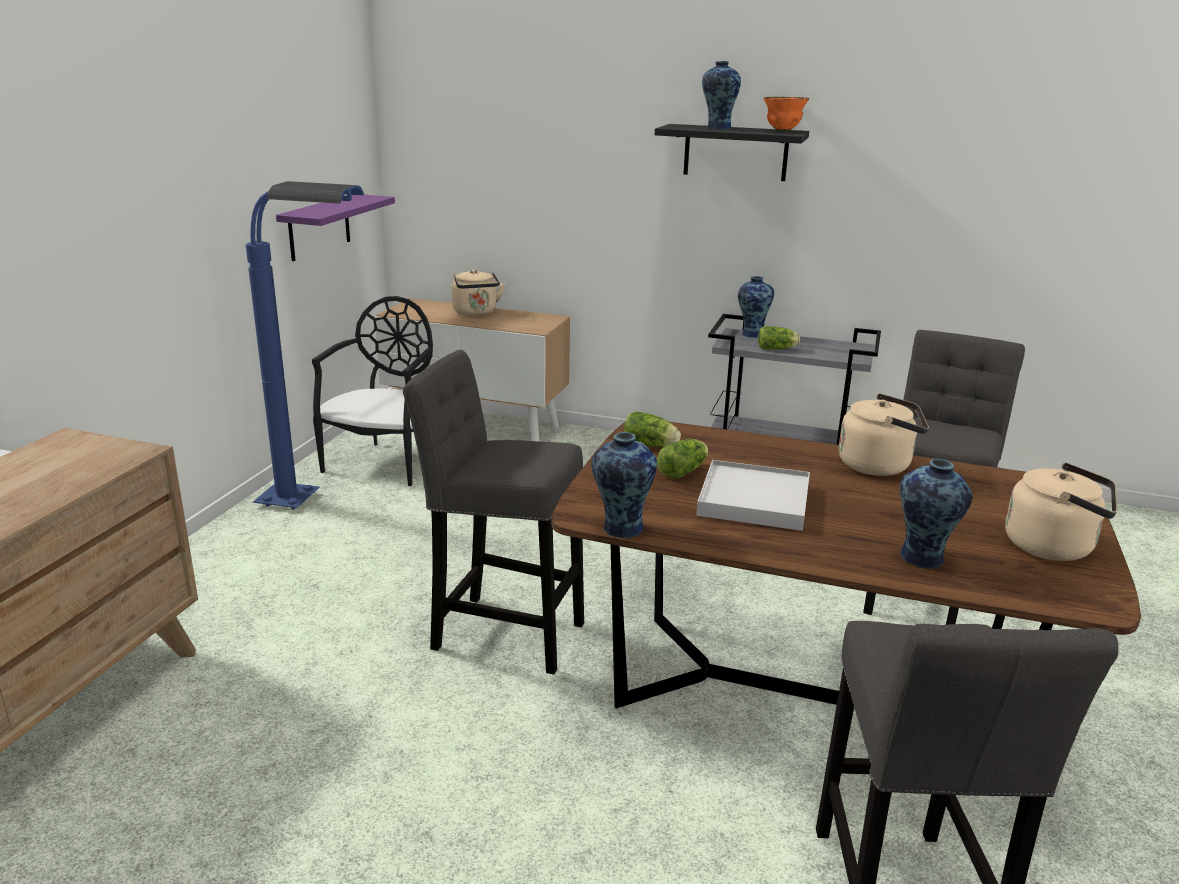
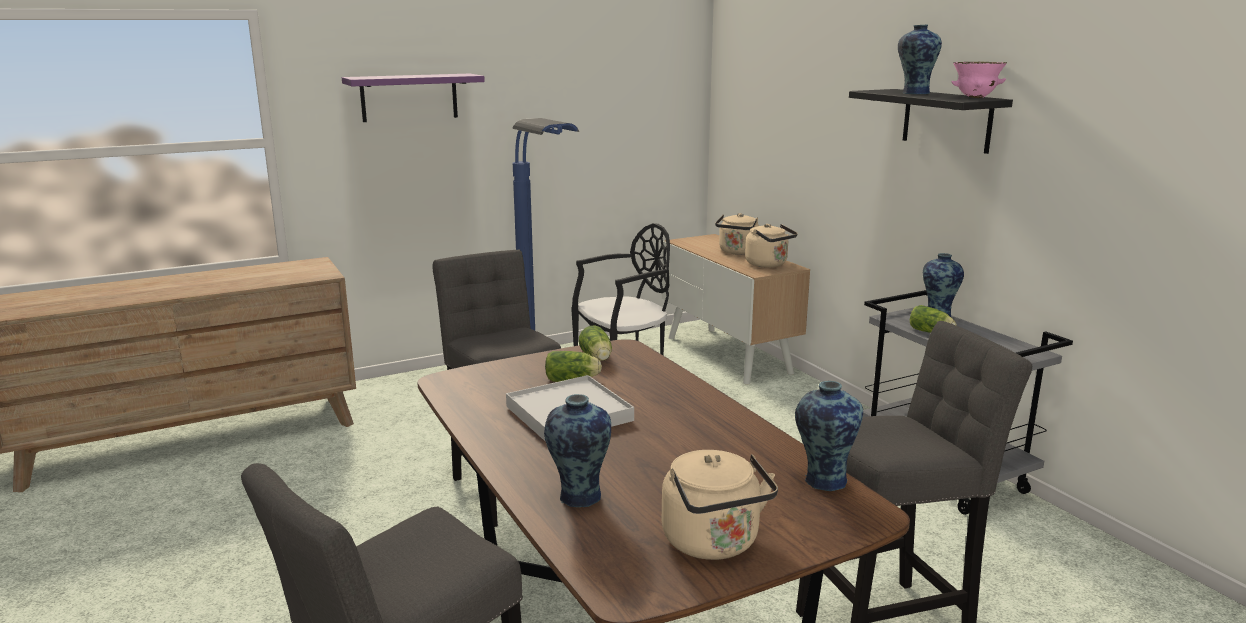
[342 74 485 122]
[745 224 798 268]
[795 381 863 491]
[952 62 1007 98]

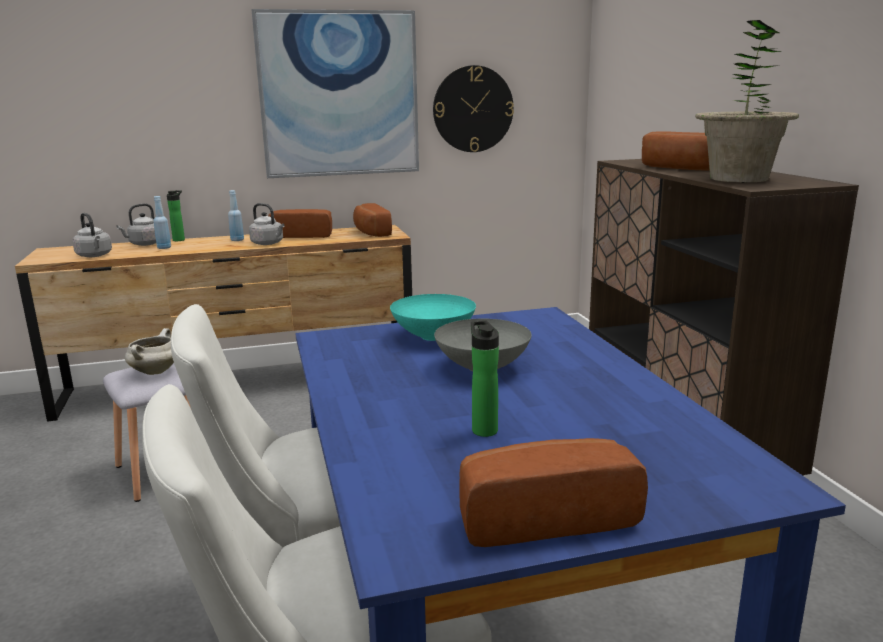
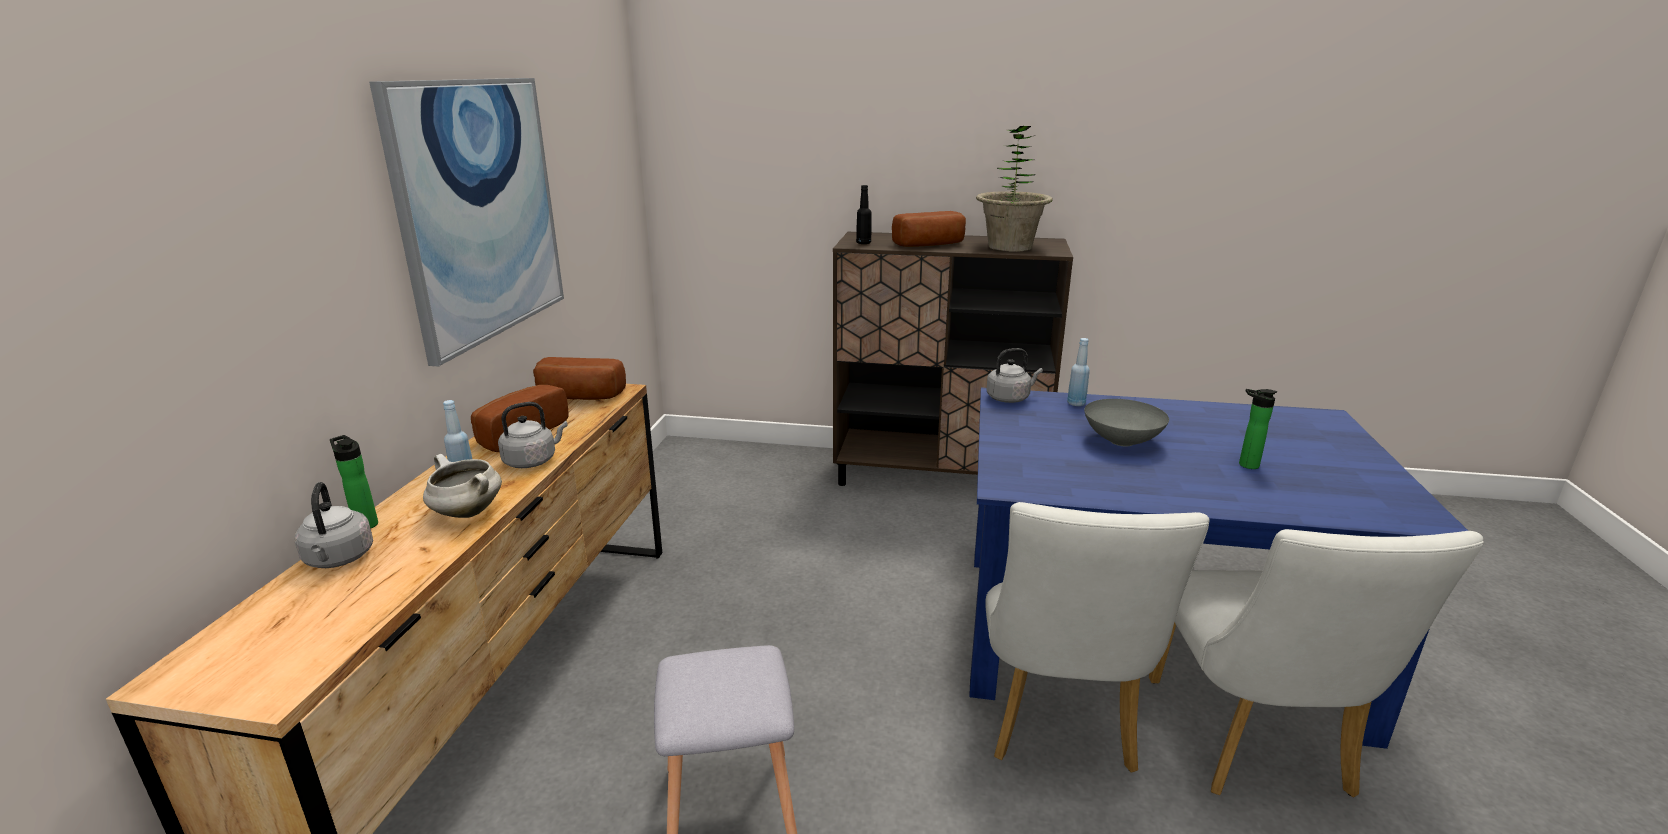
[423 454 502 518]
[856 185 872 244]
[987 348 1043 403]
[1067 338 1090 406]
[390 294 476 341] (first image)
[433 65 514 152] (first image)
[459 438 648 547] (first image)

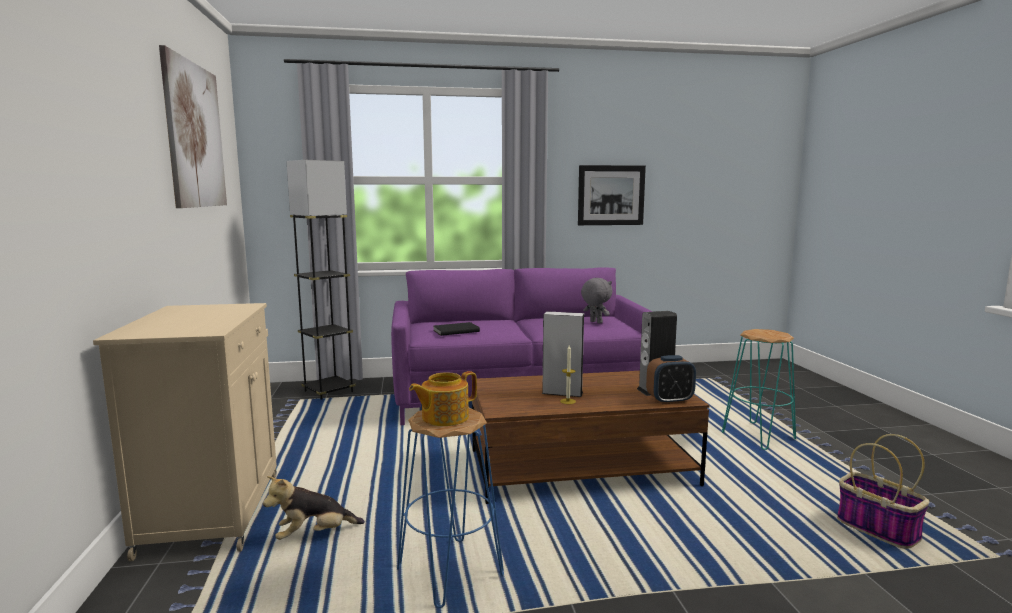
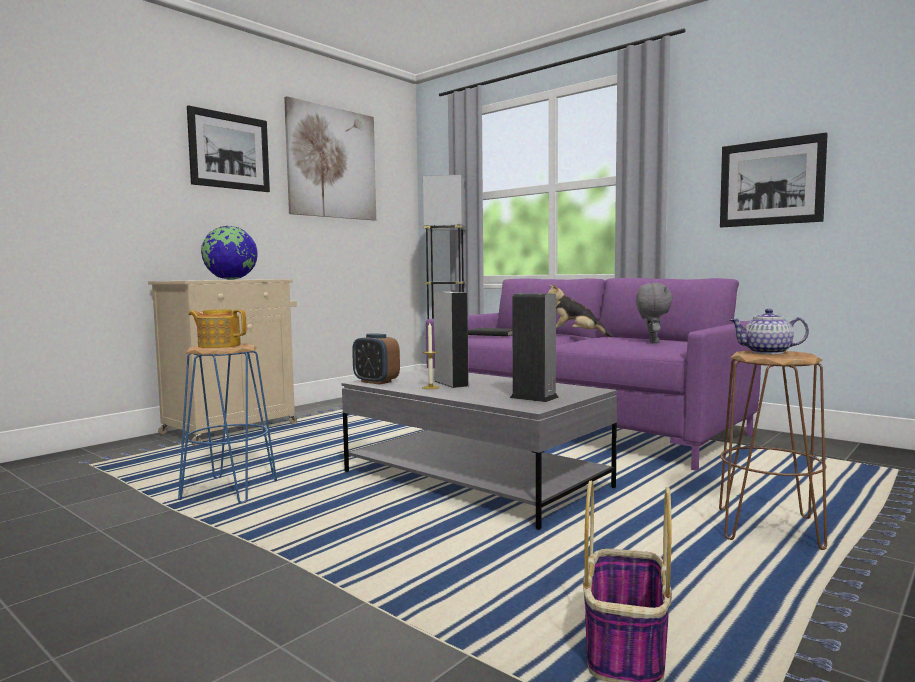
[187 105 270 192]
[201 226 258 280]
[342 368 617 530]
[352 333 400 385]
[548 284 613 337]
[719 350 827 550]
[730 309 809 354]

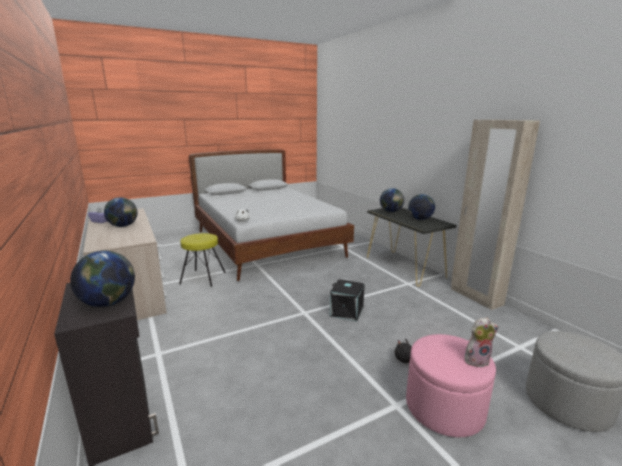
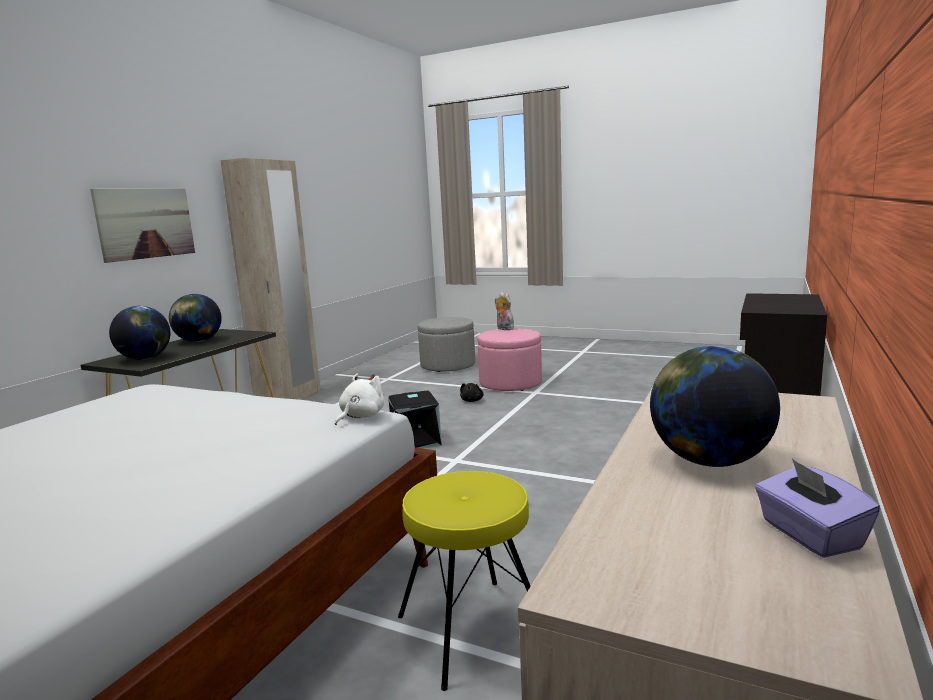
[90 188 195 263]
[70 251 135 307] (first image)

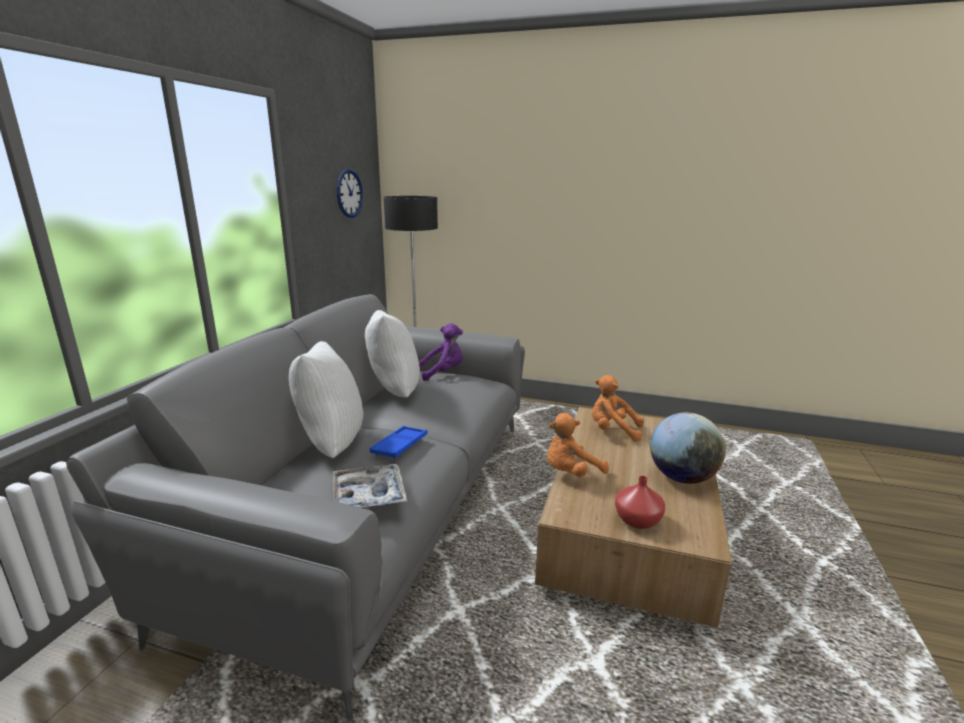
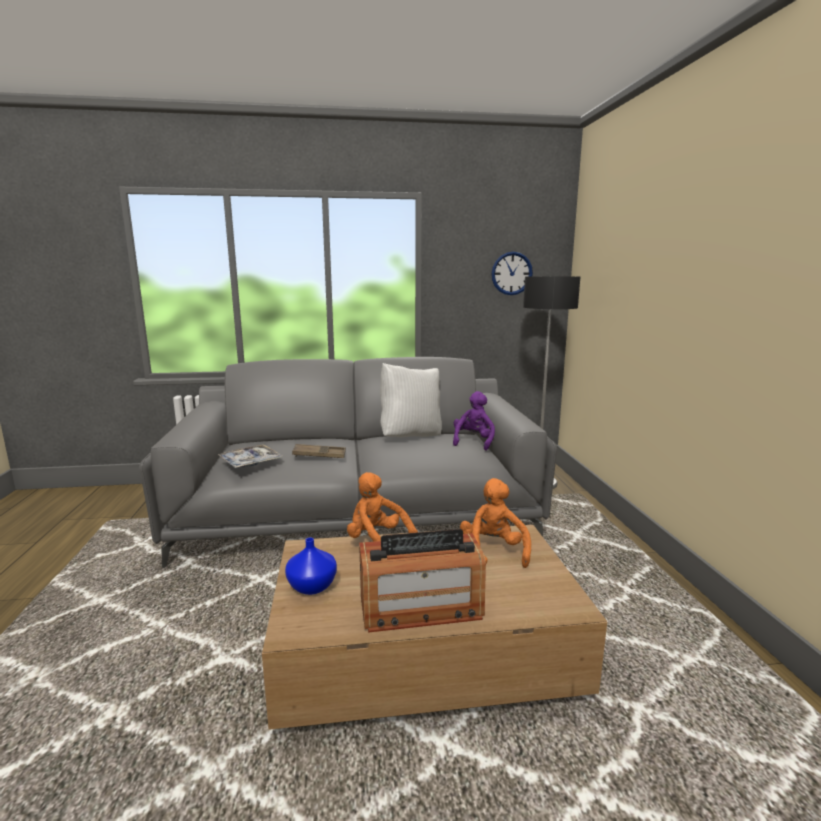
[285 538 337 595]
[292 444 346 458]
[359 529 486 633]
[453 391 495 450]
[289 341 363 458] (first image)

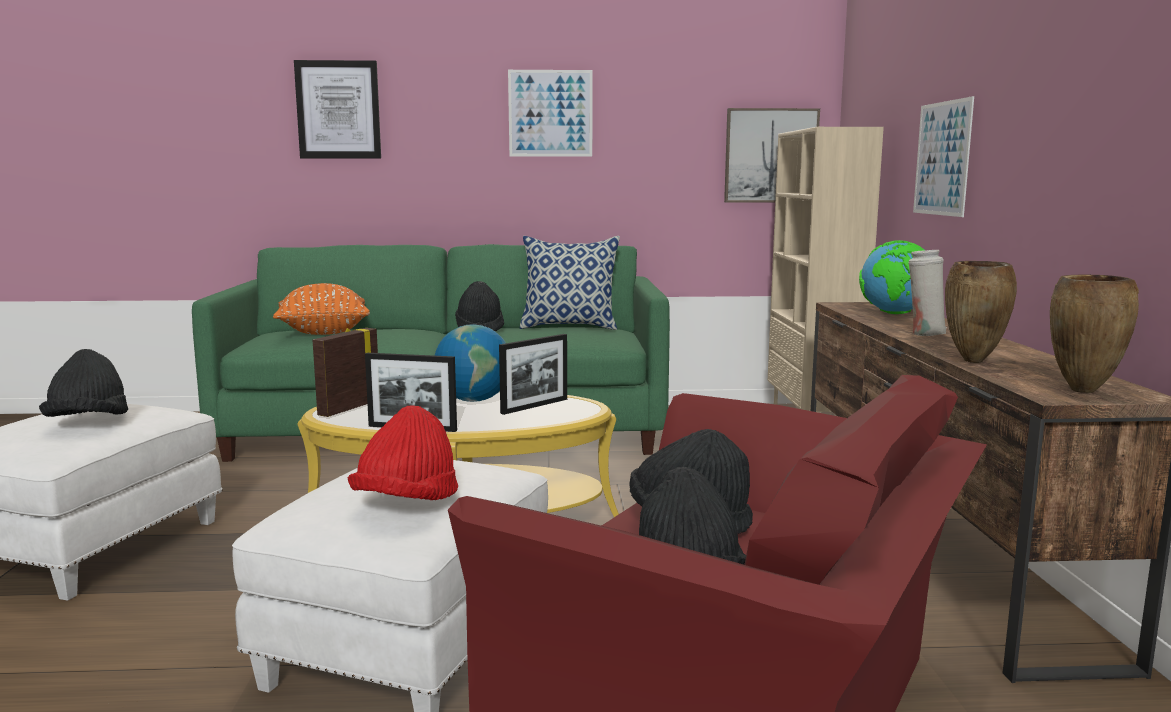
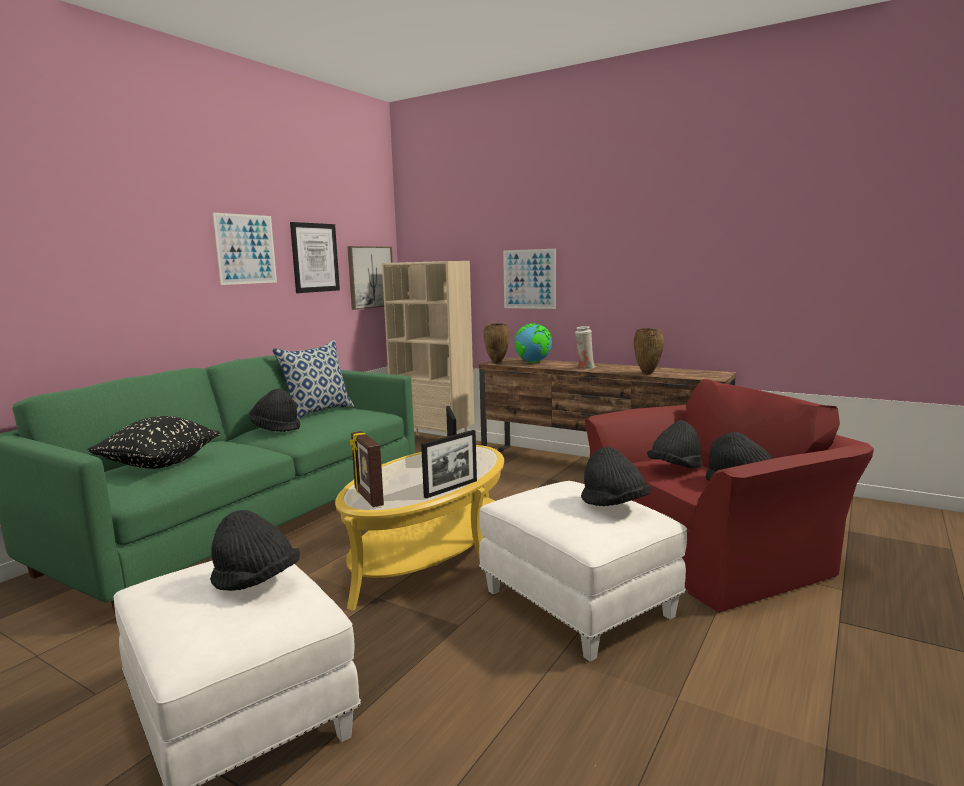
[87 416 220 469]
[290 222 340 293]
[484 323 509 364]
[581 447 651 506]
[435 324 506 402] (first image)

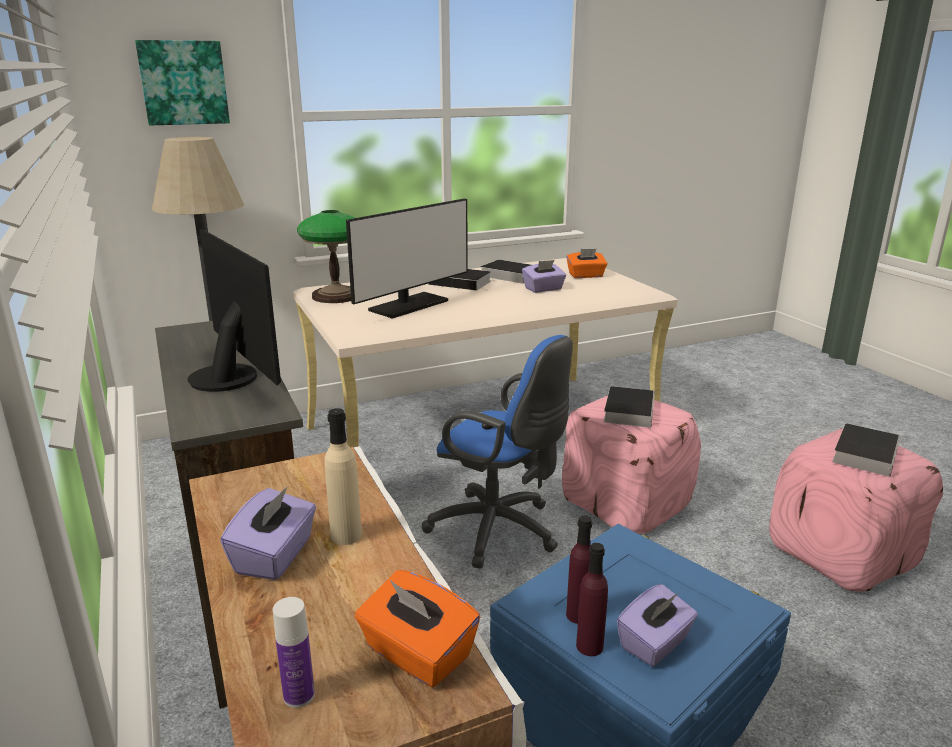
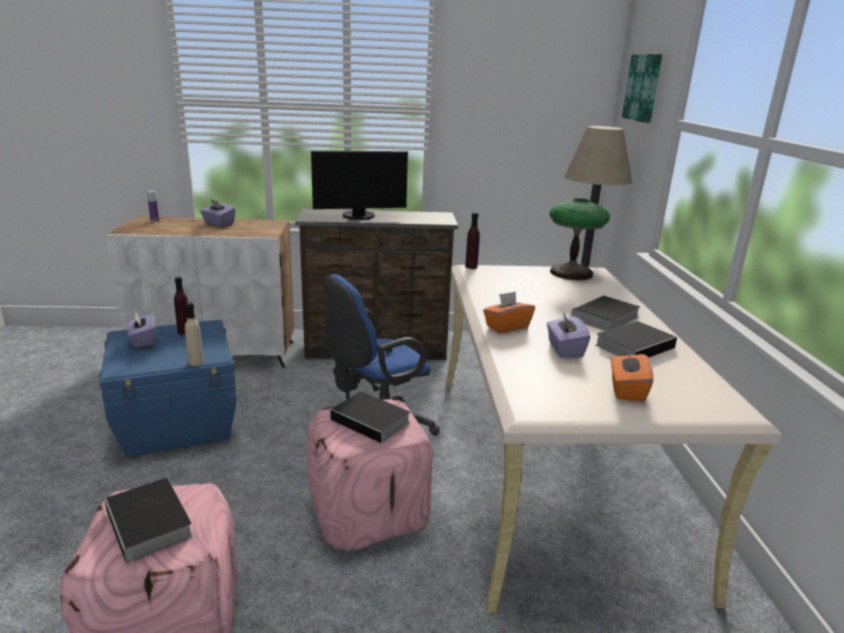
[185 303 204 366]
[465 212 480 269]
[483 291 535 333]
[346 198 468 319] (first image)

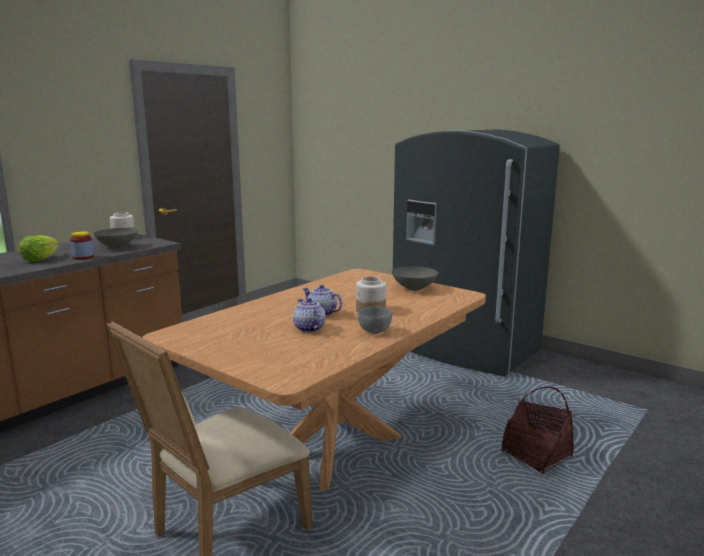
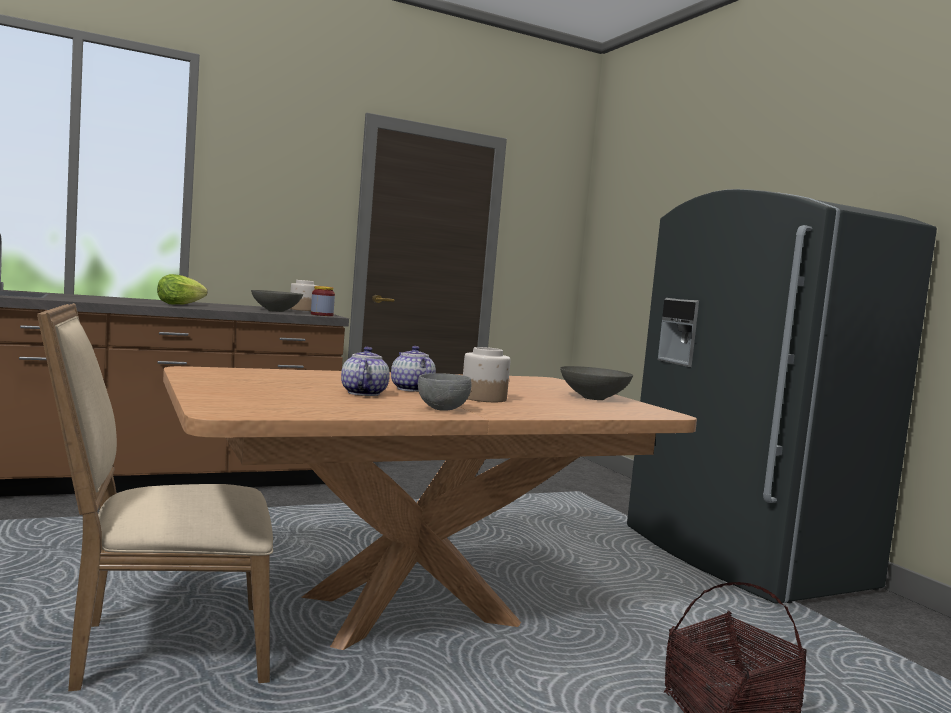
[311 286 335 316]

